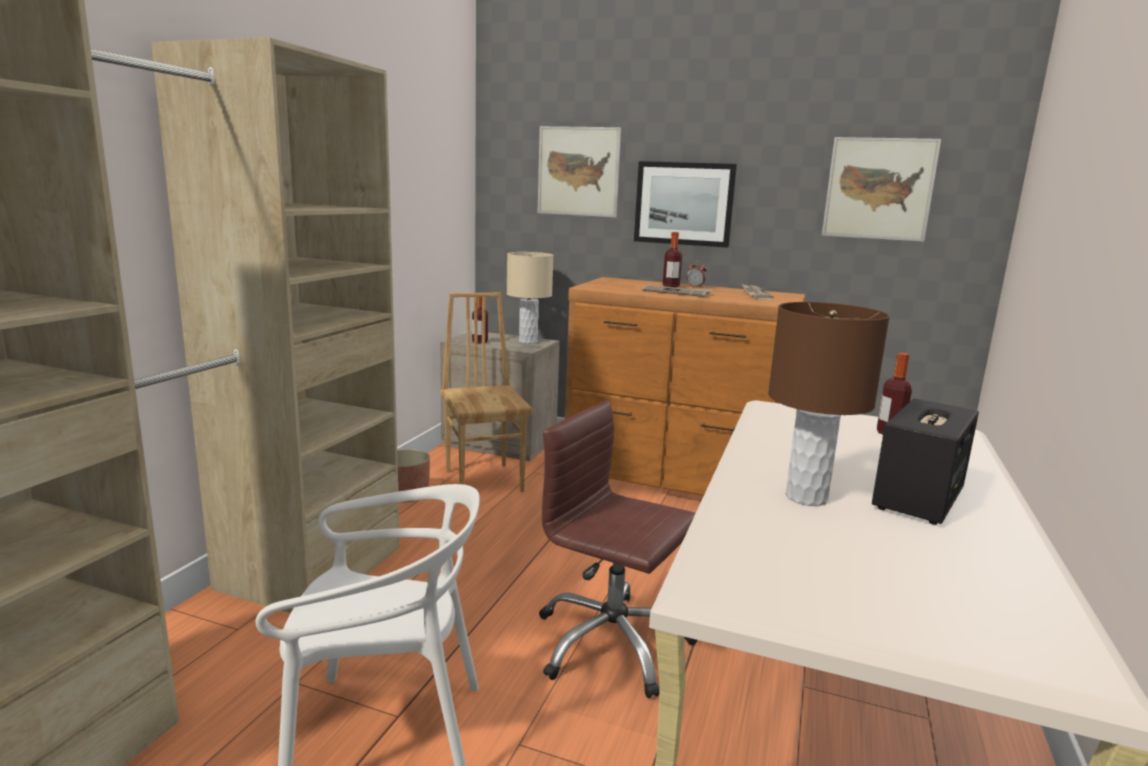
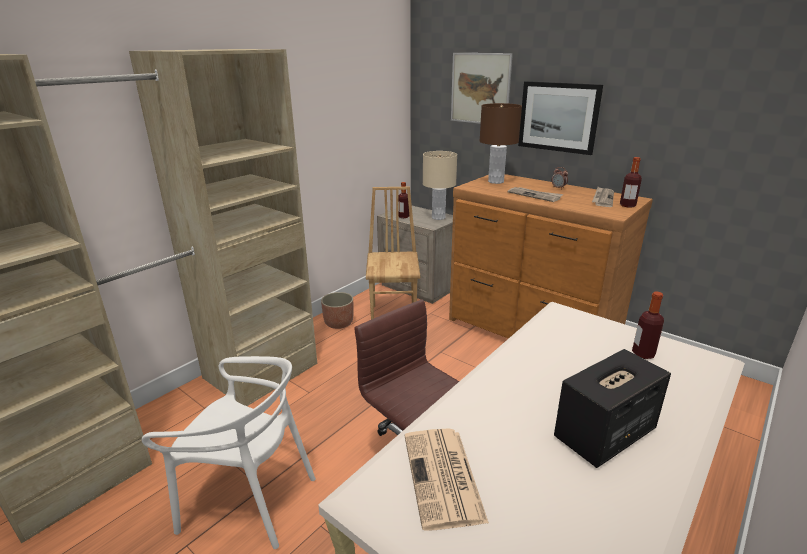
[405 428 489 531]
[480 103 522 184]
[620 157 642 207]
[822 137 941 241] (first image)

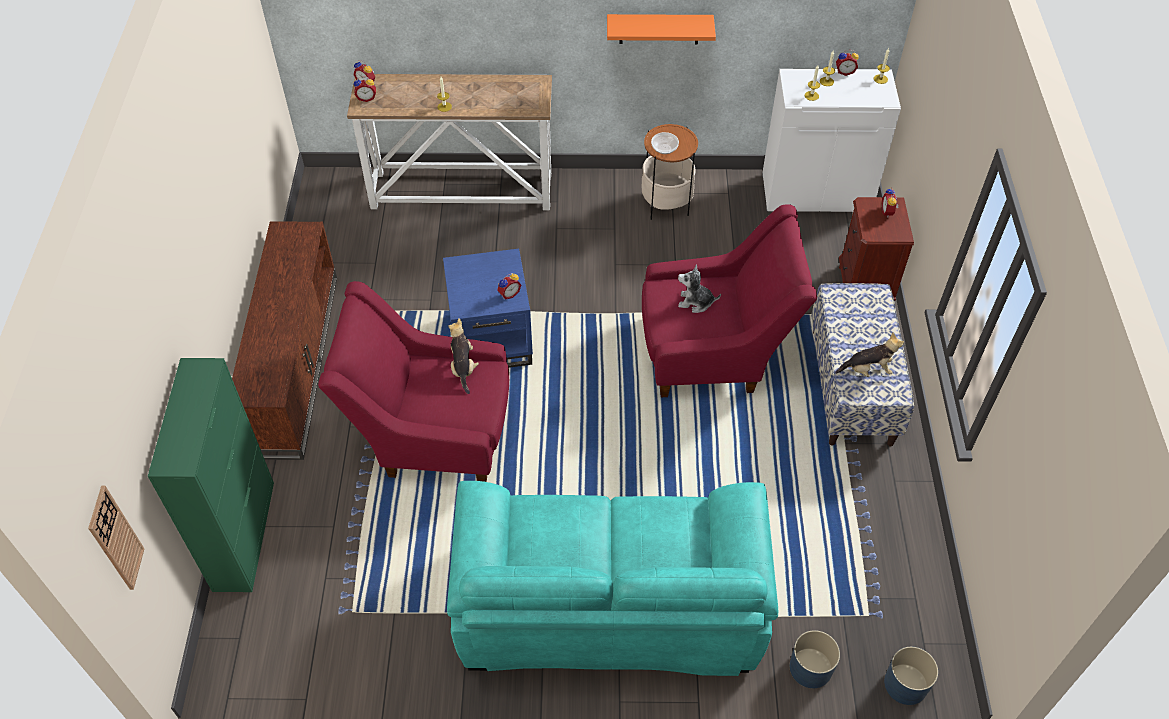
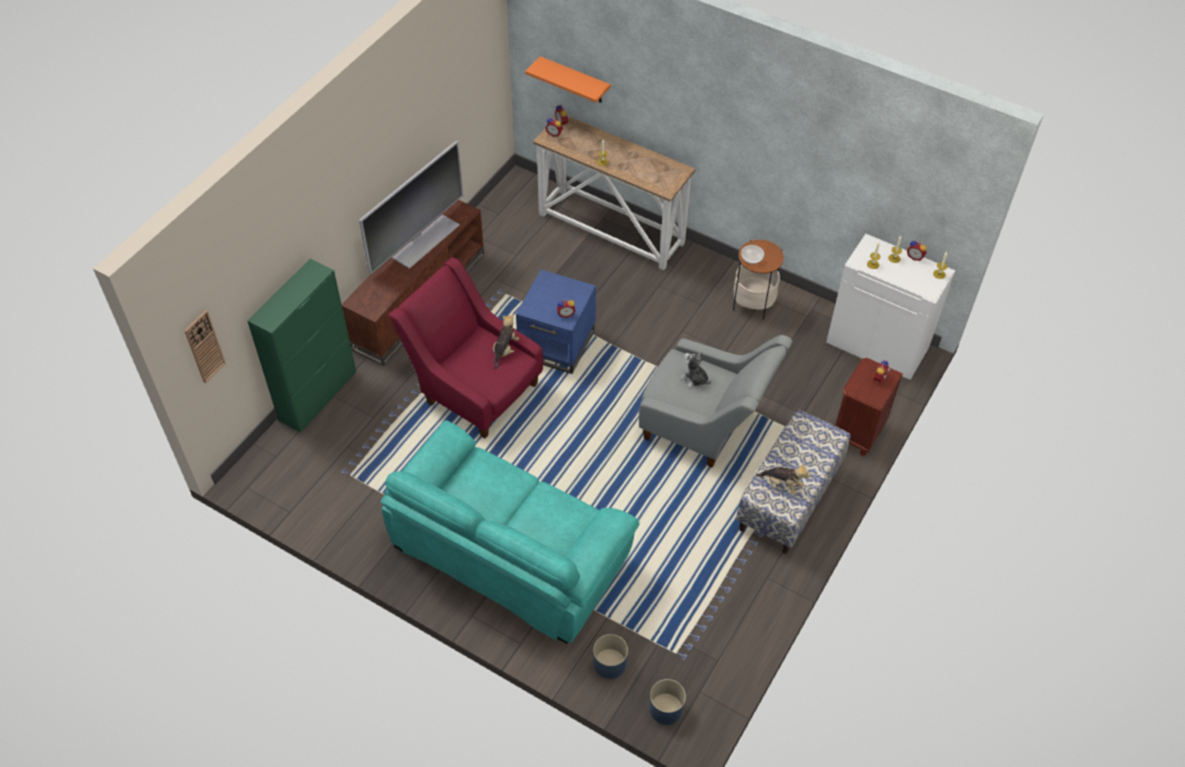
[359 141 463 275]
[525 56 611 103]
[639 335 792 468]

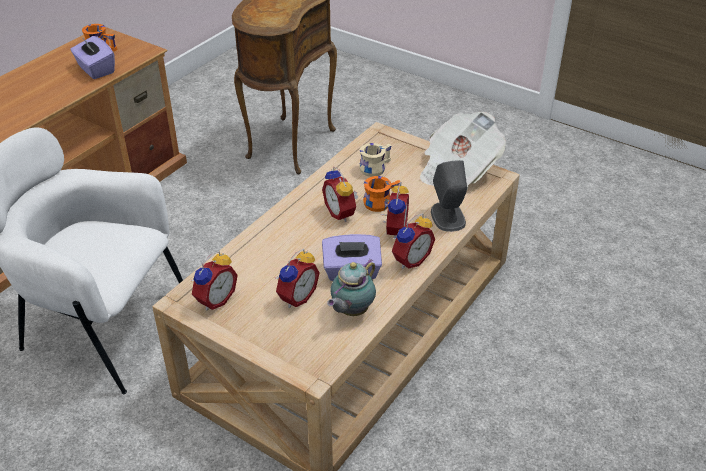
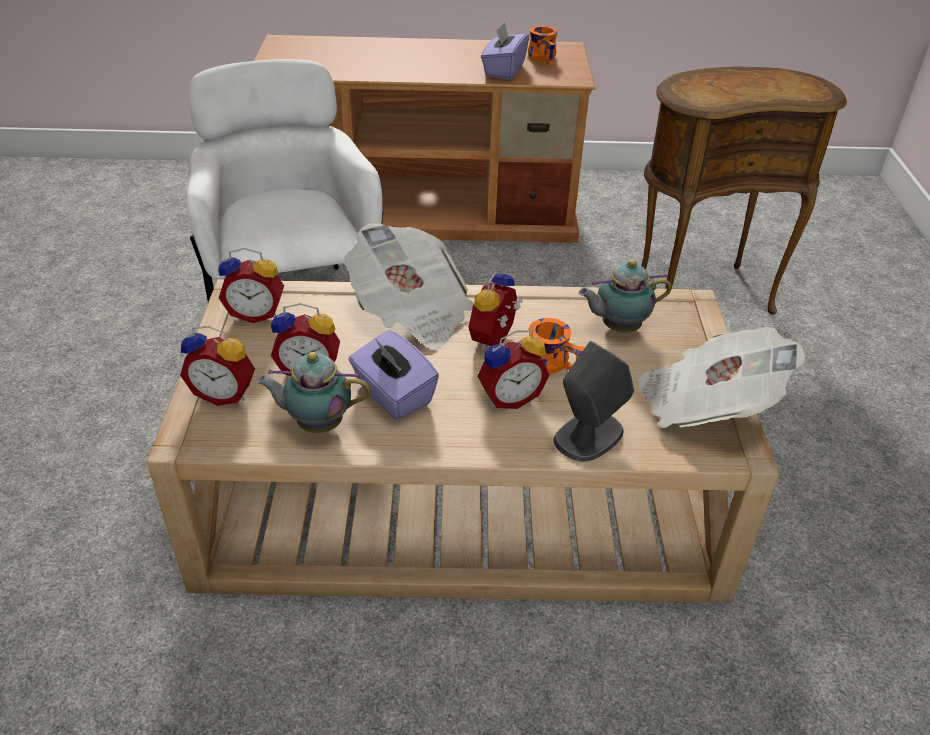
[180 326 255 406]
[344 222 474 349]
[579 259 672 332]

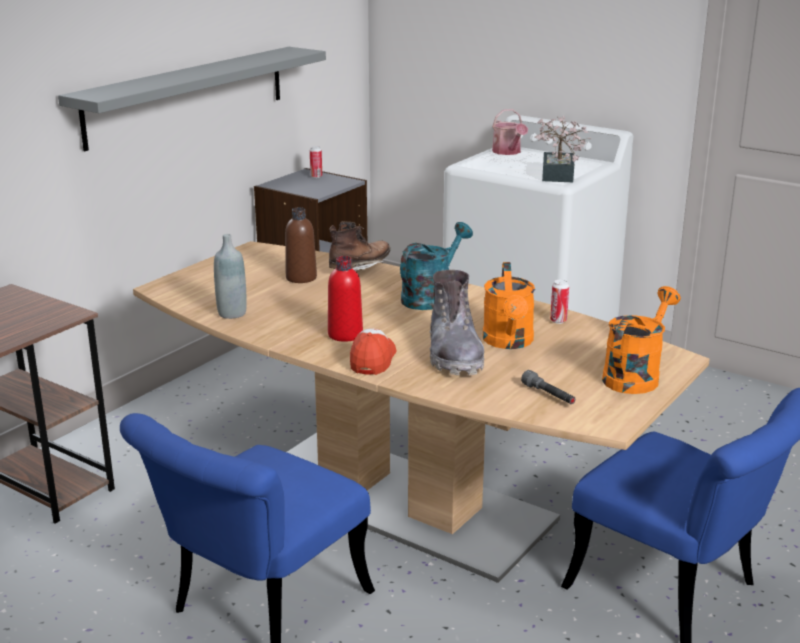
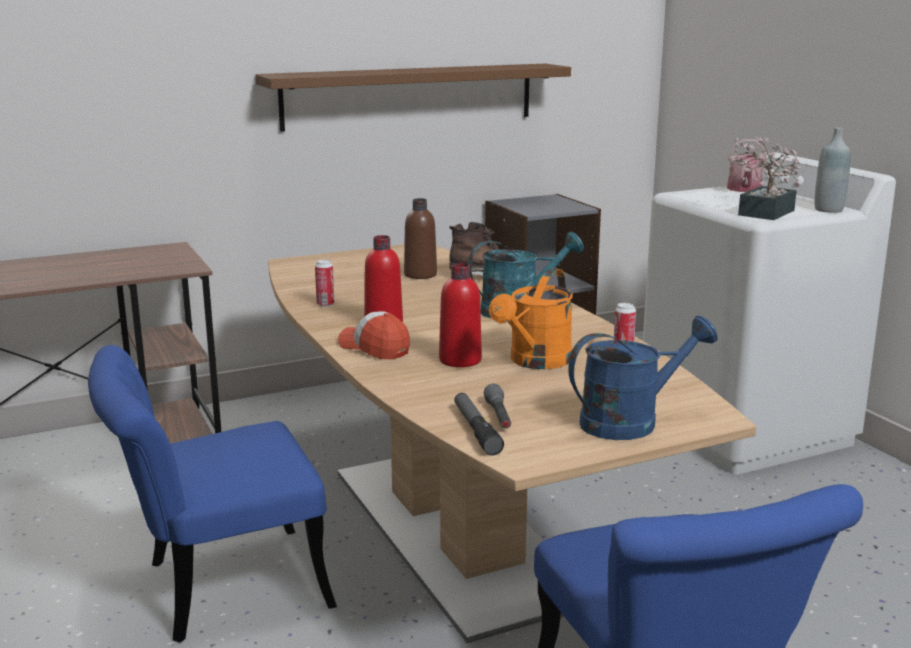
[256 64 571 132]
[315 260 334 307]
[338 311 410 359]
[439 263 482 367]
[454 393 504 456]
[568 316 718 440]
[815 127 851 213]

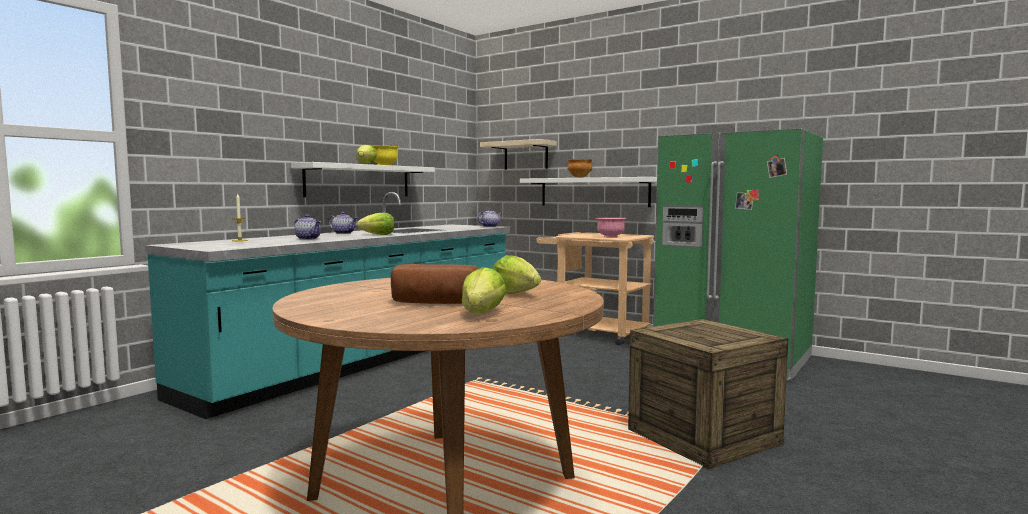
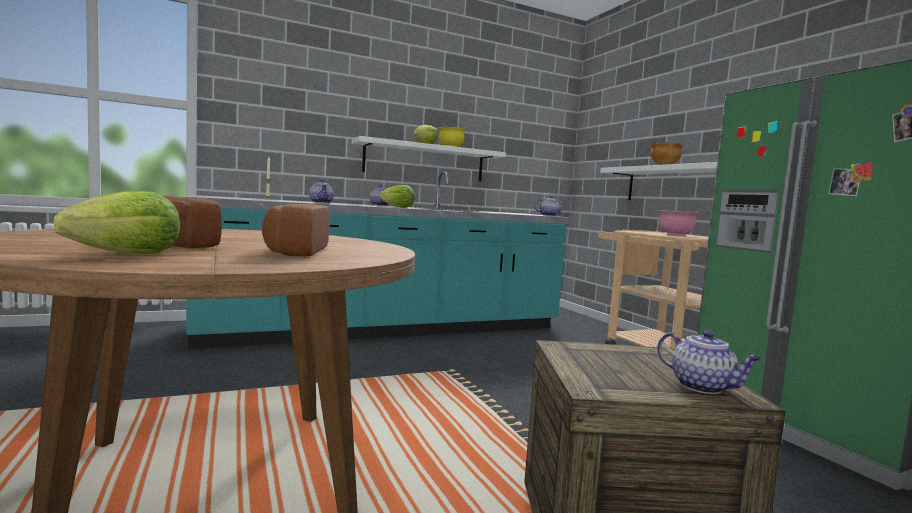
[262 204 330 256]
[657 330 762 394]
[480 139 557 170] (first image)

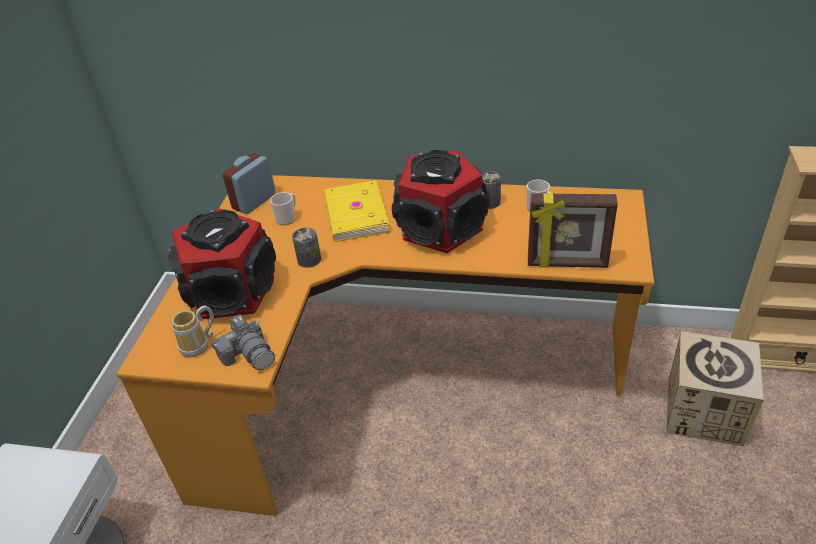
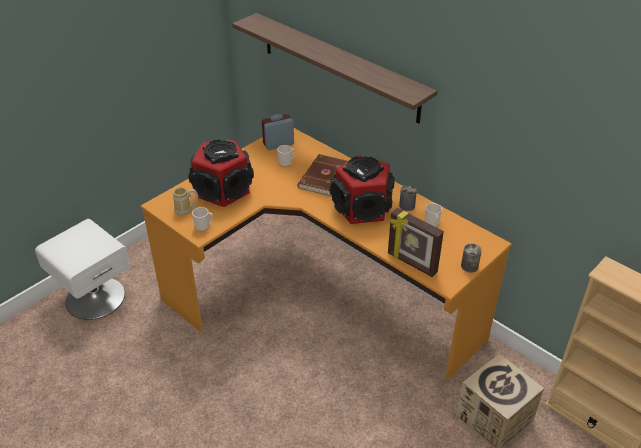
[192 207 213 231]
[232 13 437 123]
[297 154 348 197]
[461 244 482 272]

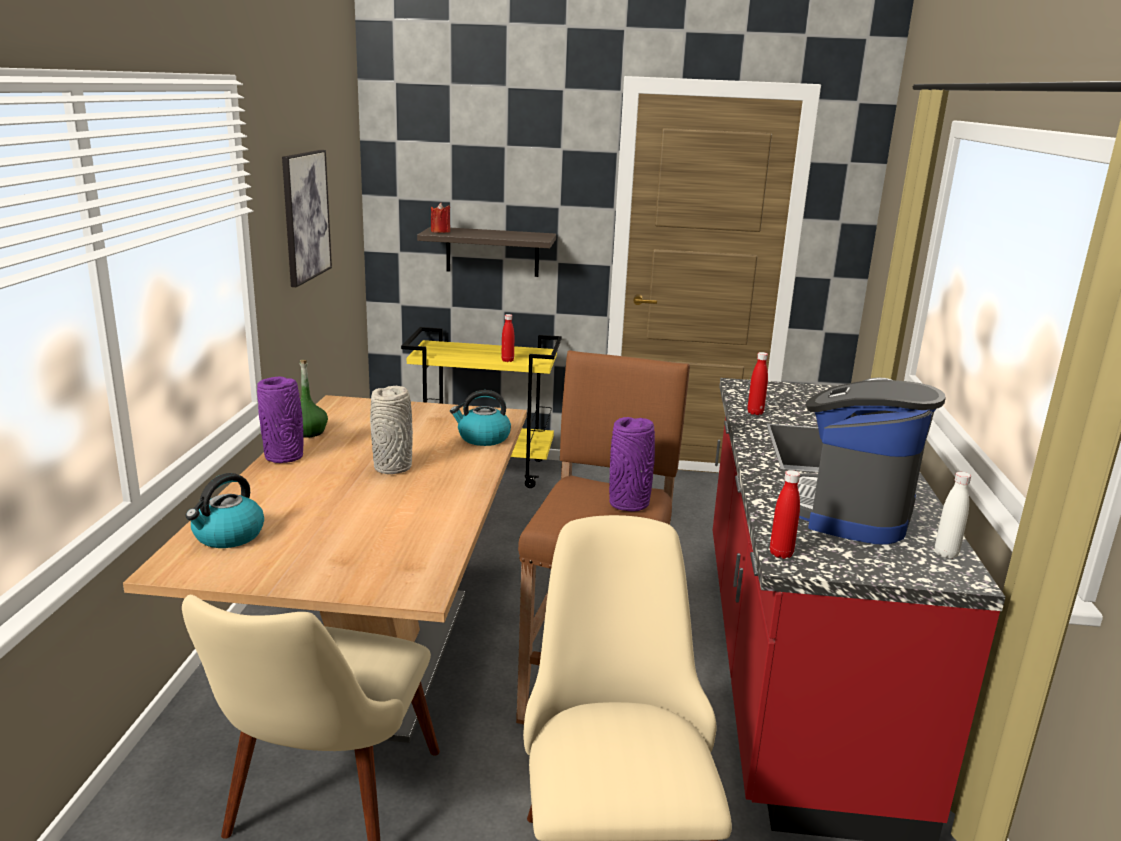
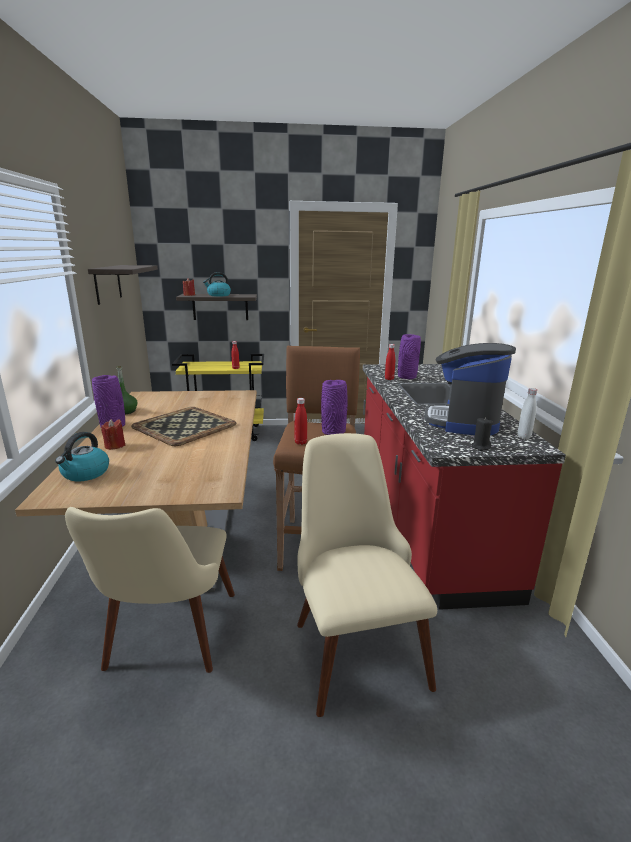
[88 265 158 305]
[101 419 125 450]
[131 407 236 446]
[203 272 231 296]
[295 398 307 445]
[398 334 421 379]
[472 417 493 451]

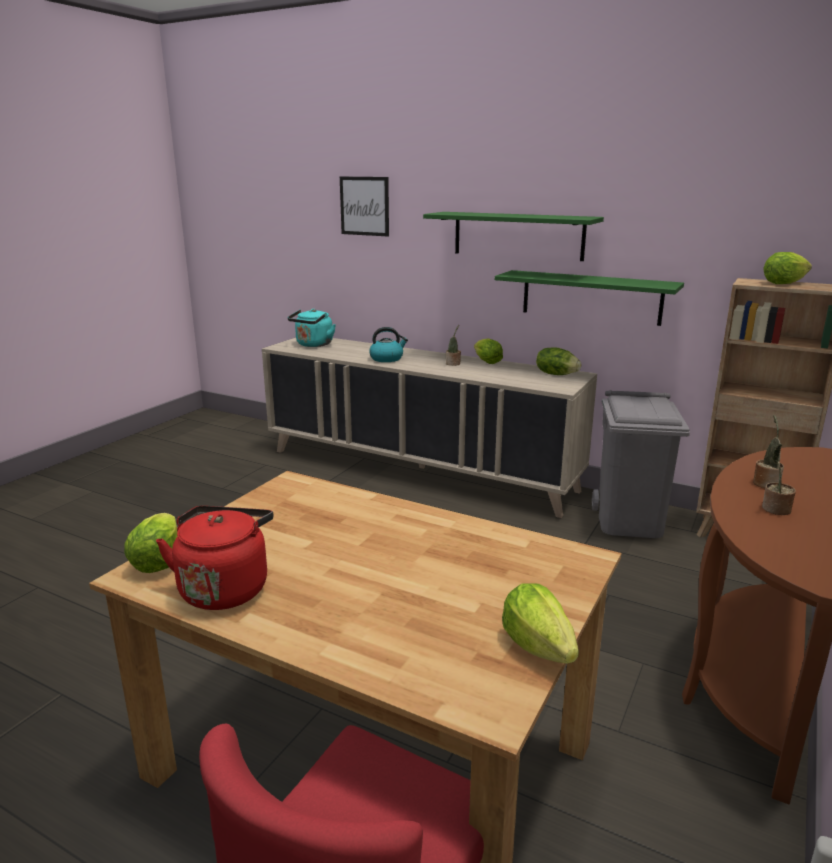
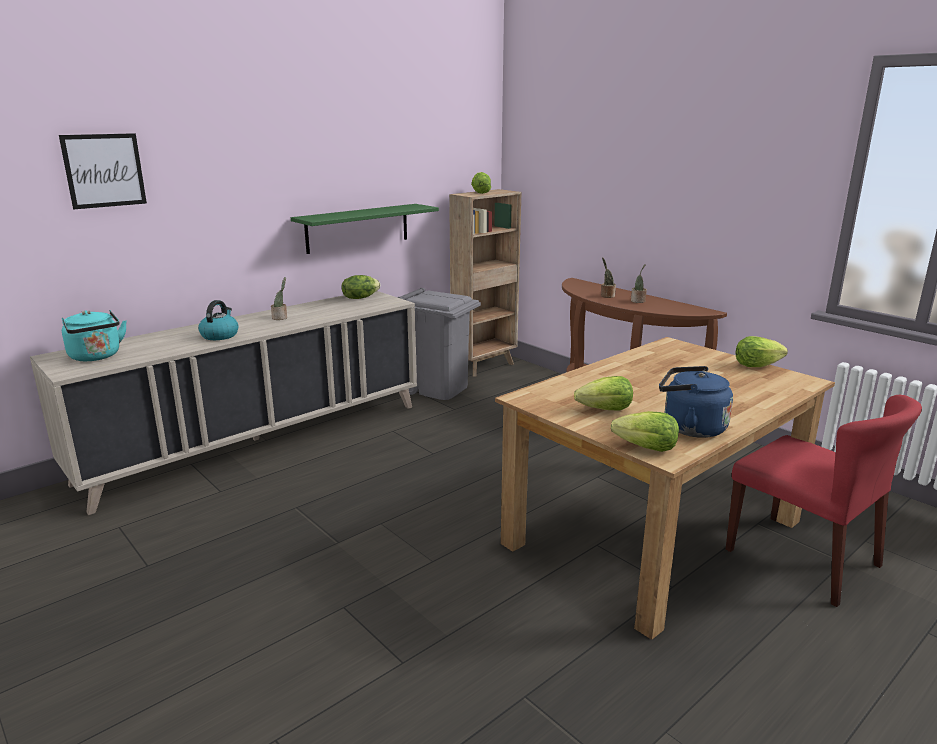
[574 376 633 411]
[659 366 733 438]
[423 212 604 261] (first image)

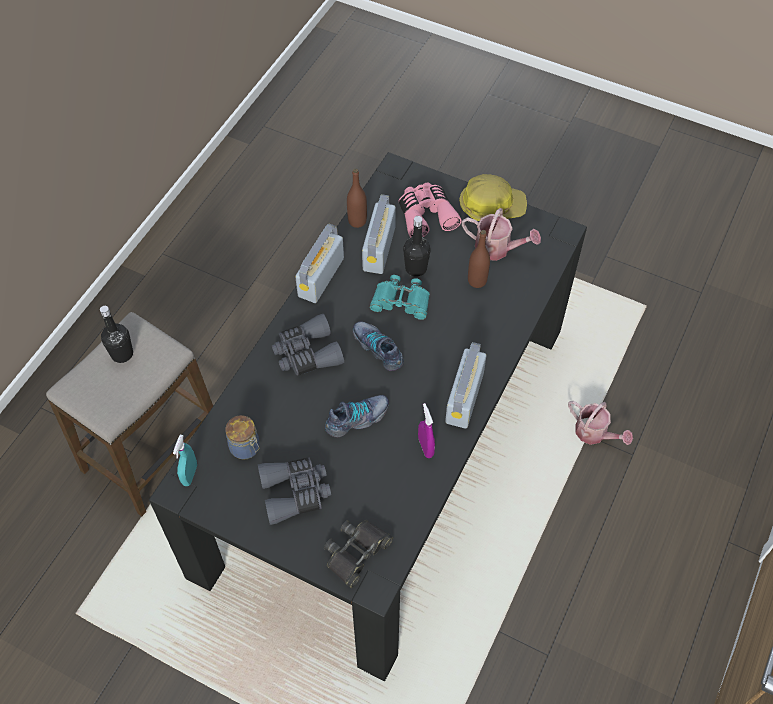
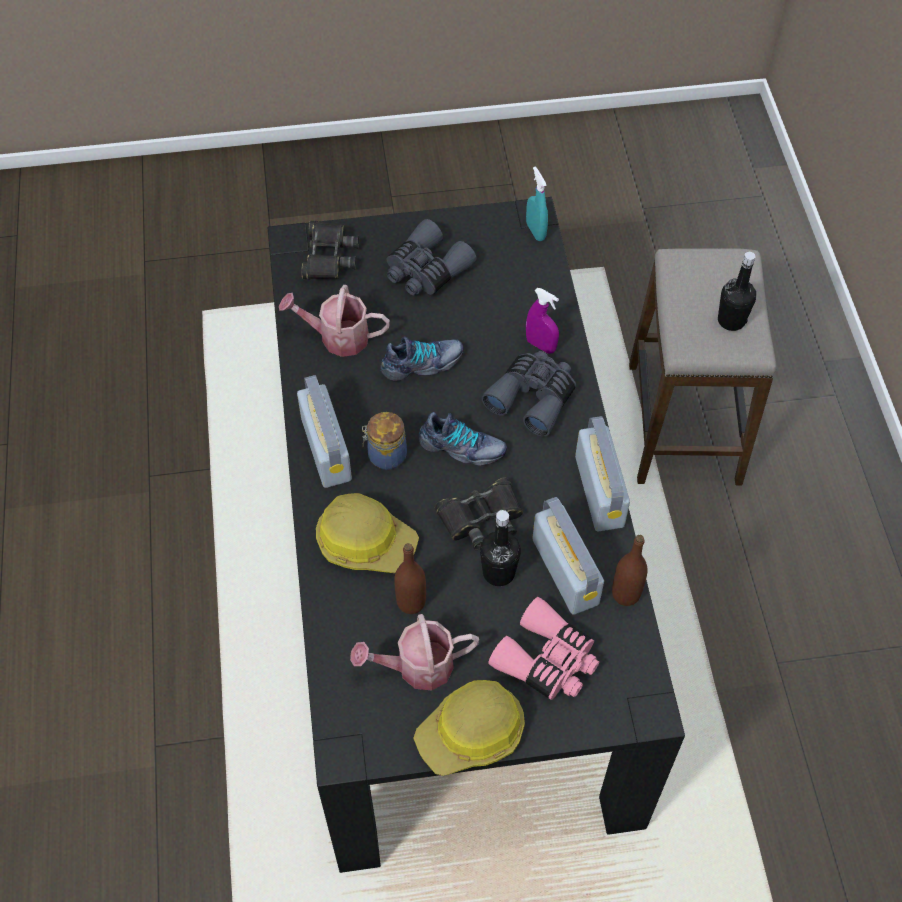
[279 285 390 357]
[316 493 419 573]
[362 412 407 470]
[380 336 464 381]
[435 478 523 550]
[526 288 559 354]

